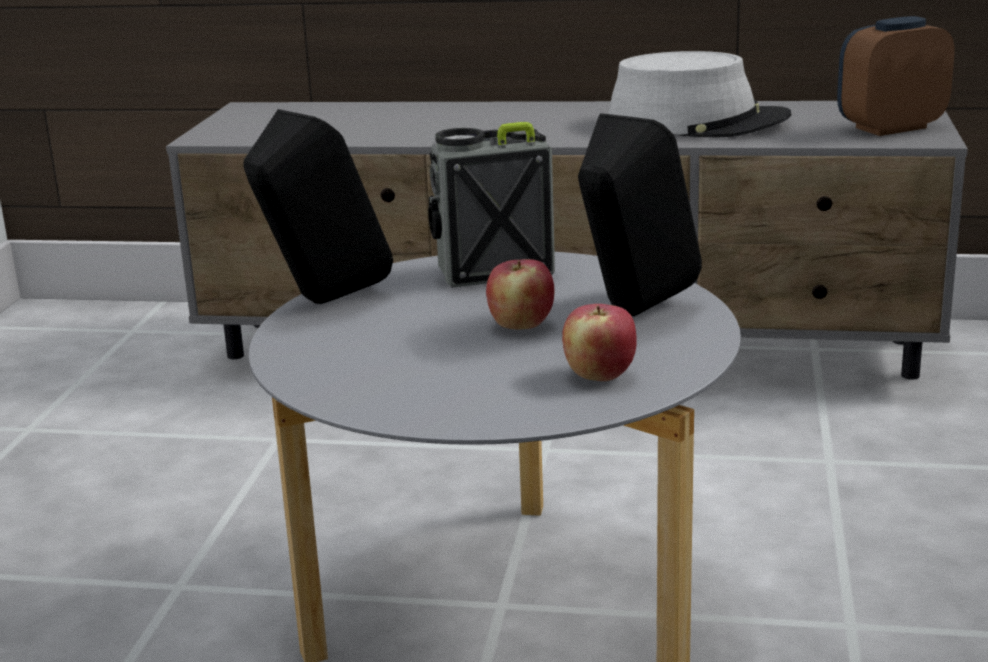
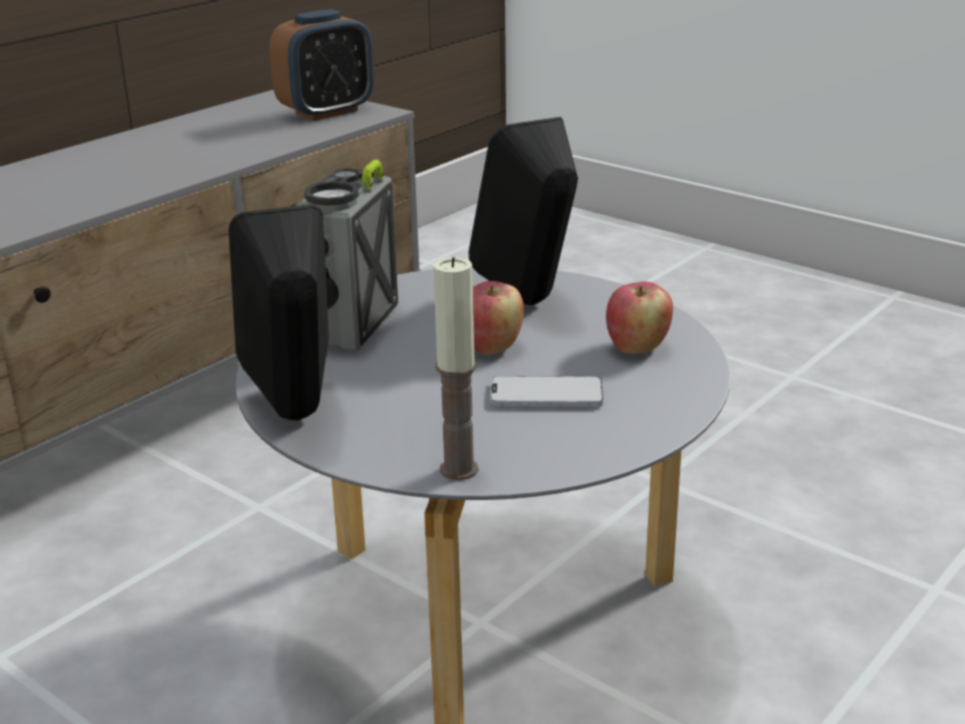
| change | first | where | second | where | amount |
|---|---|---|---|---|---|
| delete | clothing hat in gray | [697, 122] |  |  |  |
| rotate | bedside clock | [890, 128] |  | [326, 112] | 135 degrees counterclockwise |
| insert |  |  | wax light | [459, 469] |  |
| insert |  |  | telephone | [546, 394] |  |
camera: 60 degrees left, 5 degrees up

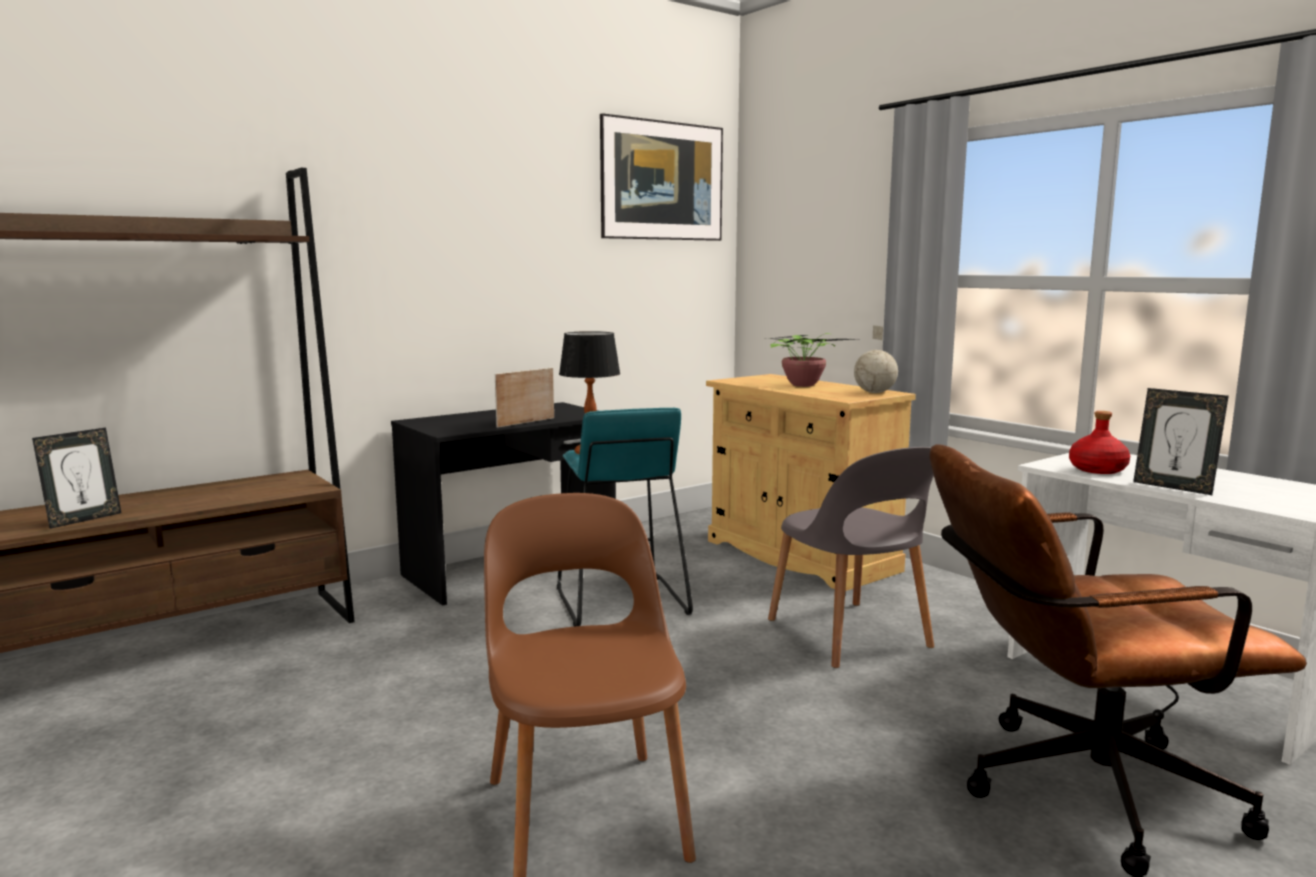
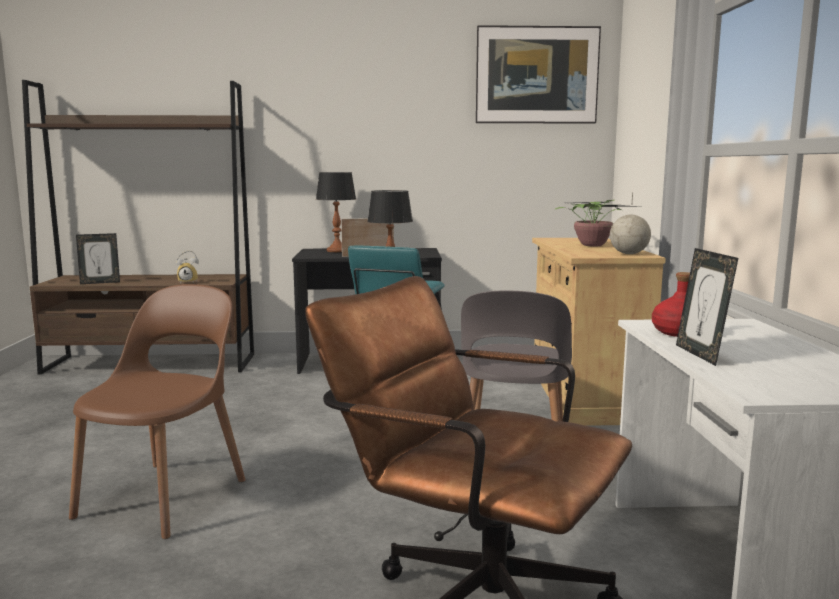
| change | first | where | second | where | amount |
|---|---|---|---|---|---|
| insert |  |  | bedside clock | [189, 282] |  |
| insert |  |  | table lamp | [337, 251] |  |
camera: 35 degrees right, 0 degrees up

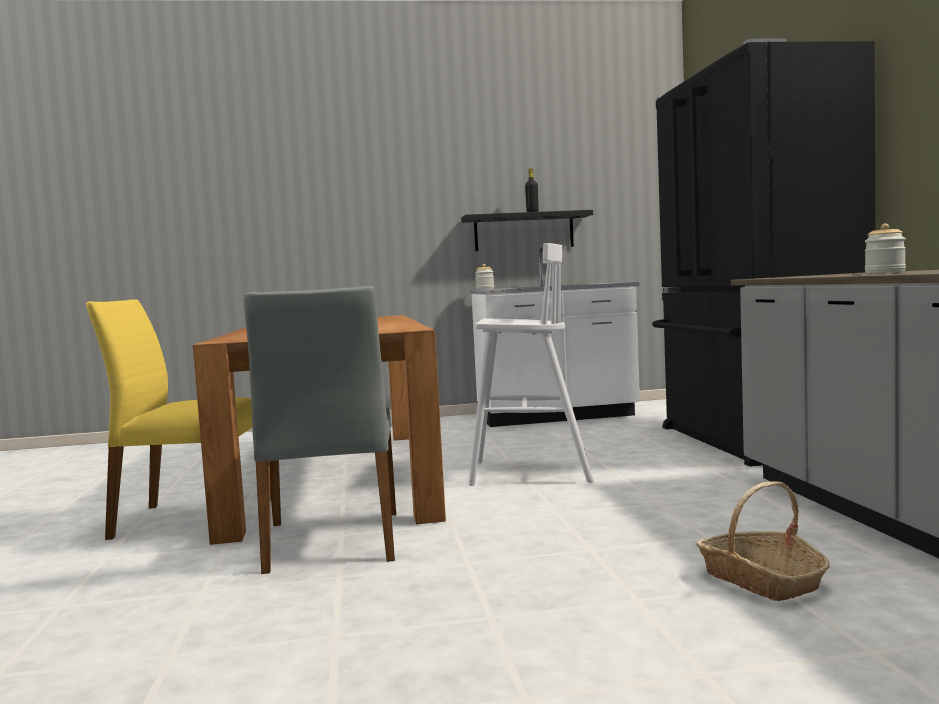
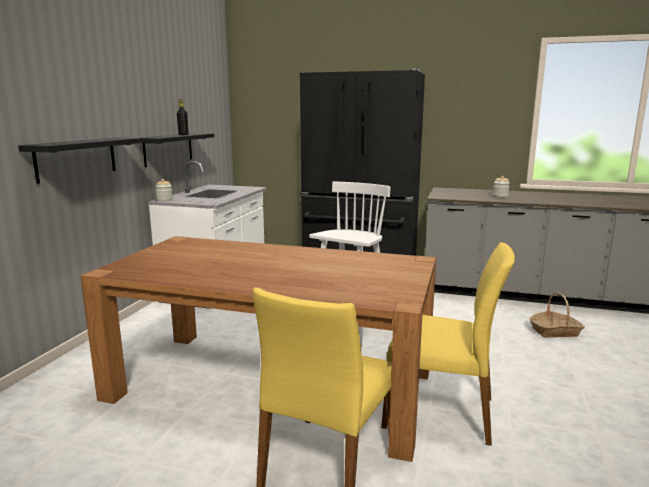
| change | first | where | second | where | amount |
|---|---|---|---|---|---|
| recolor | chair in gray | [332, 541] | chair in yellowish | [441, 411] |  |
| insert |  |  | shelf in black | [77, 158] |  |
camera: 65 degrees left, 10 degrees up

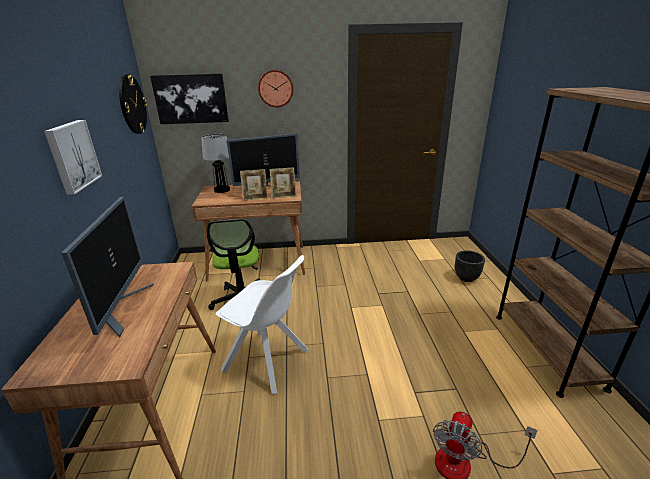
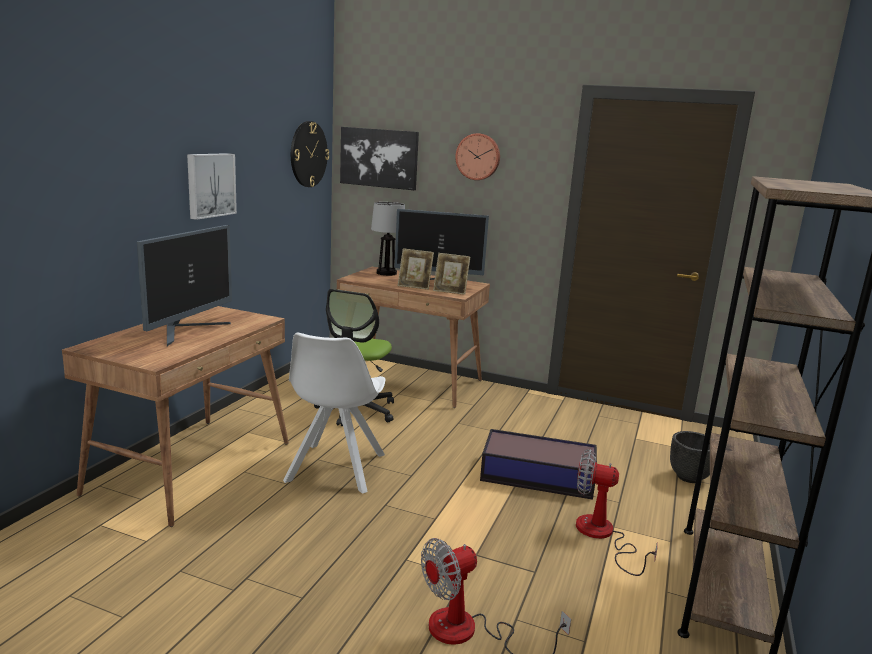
| change | first | where | second | where | amount |
|---|---|---|---|---|---|
| rotate | chair in white-coloured | [268, 361] |  | [335, 469] | 45 degrees clockwise |
| insert |  |  | storage box | [539, 476] |  |
| insert |  |  | electric fan | [602, 536] |  |
camera: 25 degrees right, 10 degrees down

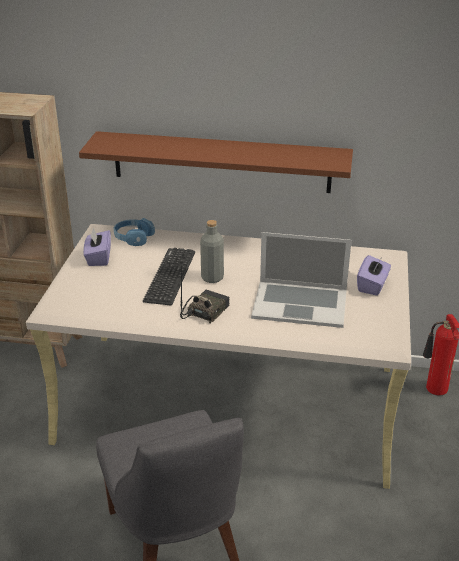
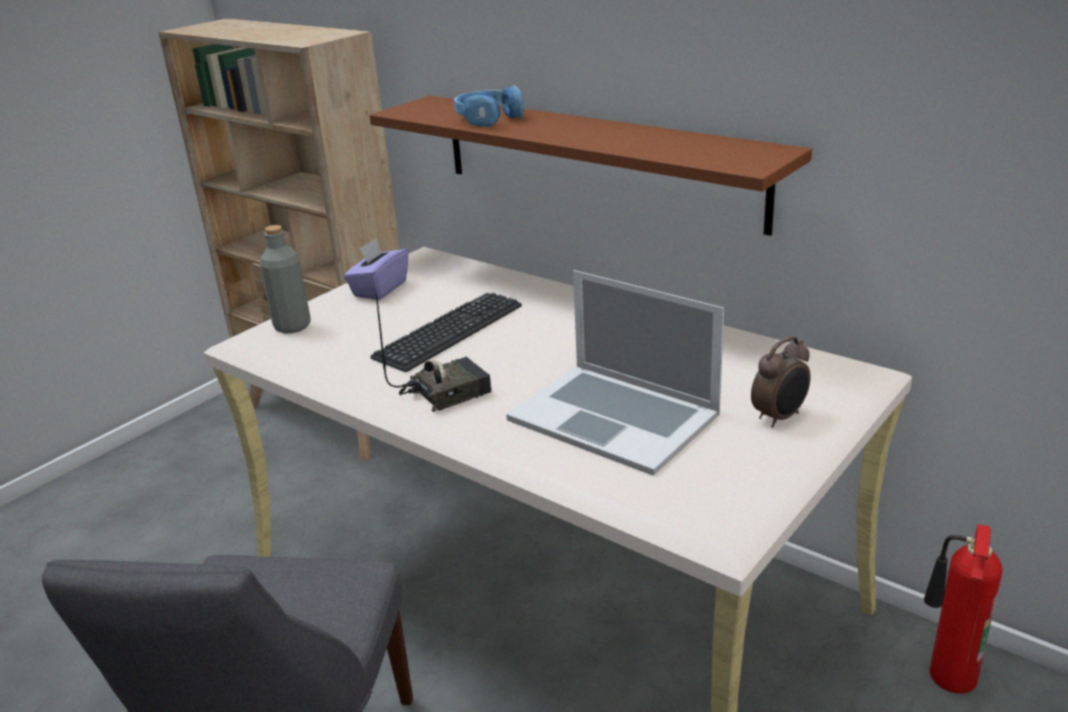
| change | first | where | second | where | amount |
|---|---|---|---|---|---|
| move | pair of headphones in bluish | [133, 237] |  | [488, 118] |  |
| move | bottle in gray | [212, 278] |  | [292, 326] |  |
| replace | tissue holder in purple | [372, 286] | bedside clock | [780, 417] |  |
camera: 30 degrees right, 5 degrees down

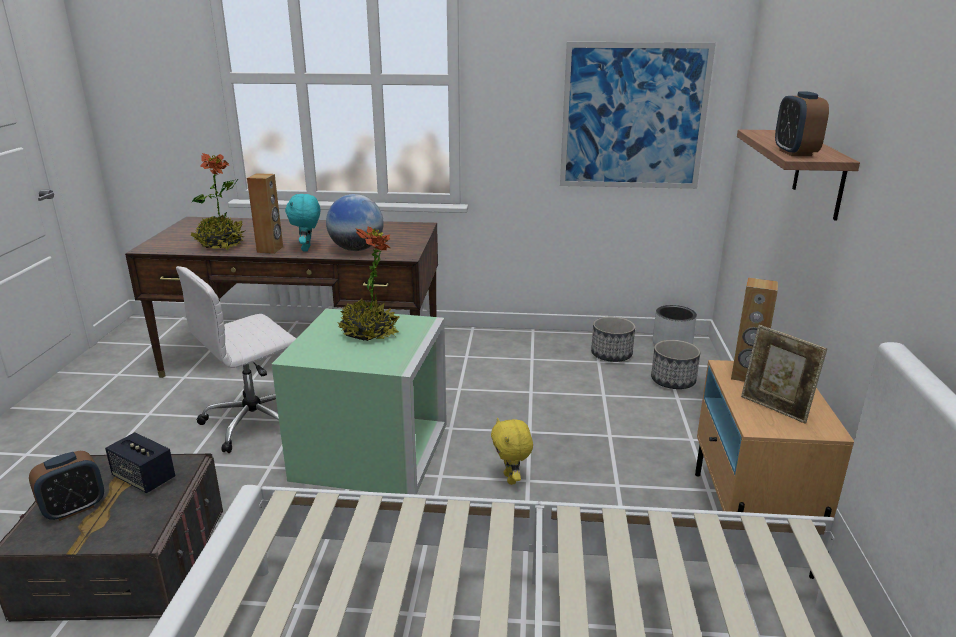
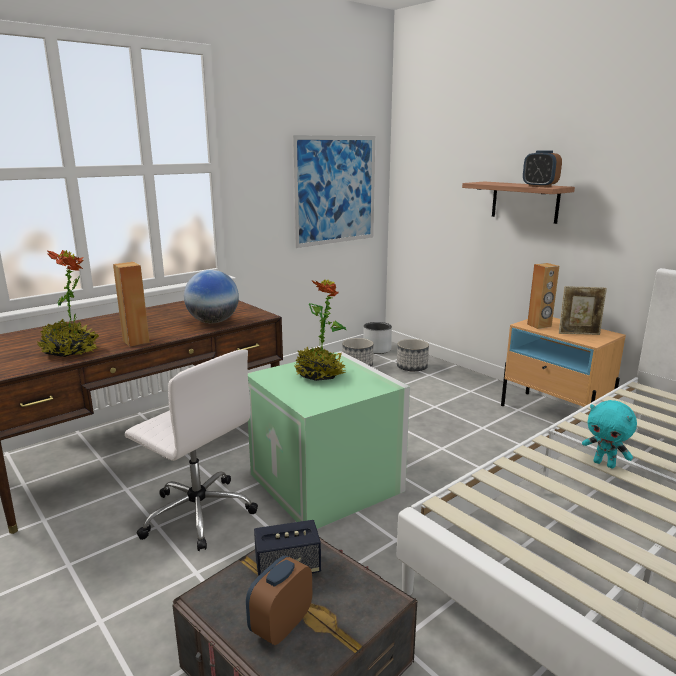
| change | first | where | second | where | amount |
|---|---|---|---|---|---|
| rotate | bedside clock | [74, 508] |  | [281, 625] | 150 degrees counterclockwise |
| rotate | office chair in white-coloured | [256, 422] |  | [197, 513] | 60 degrees counterclockwise |
| move | plush toy in turquoise-coloured | [307, 249] |  | [604, 464] |  |
| delete | plush toy in yellowish | [511, 479] |  |  |  |
camera: 45 degrees left, 5 degrees down

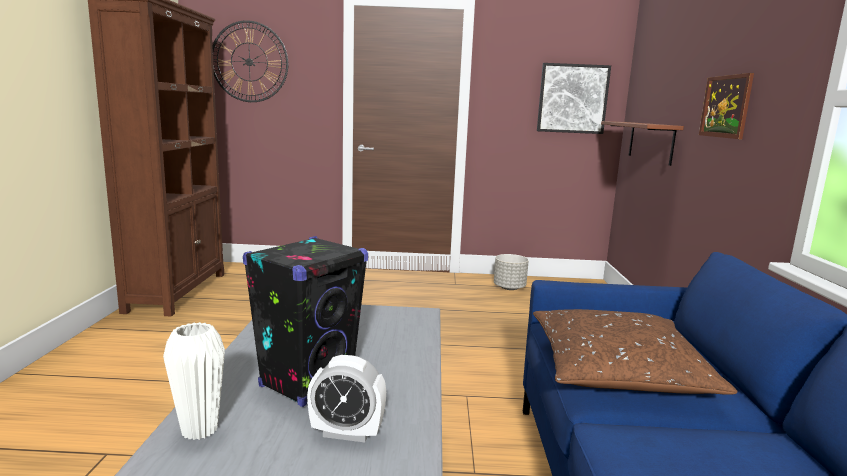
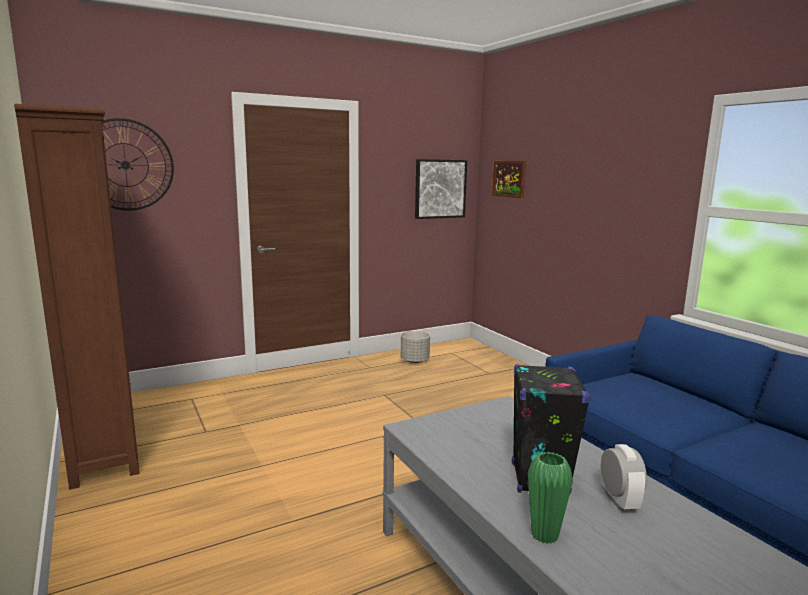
| change | first | where | second | where | amount |
|---|---|---|---|---|---|
| recolor | vase in white-coloured | [199, 430] | vase in green | [544, 535] |  |
| rotate | bedside clock | [347, 433] |  | [619, 501] | 75 degrees counterclockwise |
| delete | pillow in brownish | [618, 369] |  |  |  |
| delete | shelf in brownish | [650, 142] |  |  |  |
| move | wall art | [725, 106] |  | [508, 179] |  |
camera: 30 degrees left, 0 degrees up

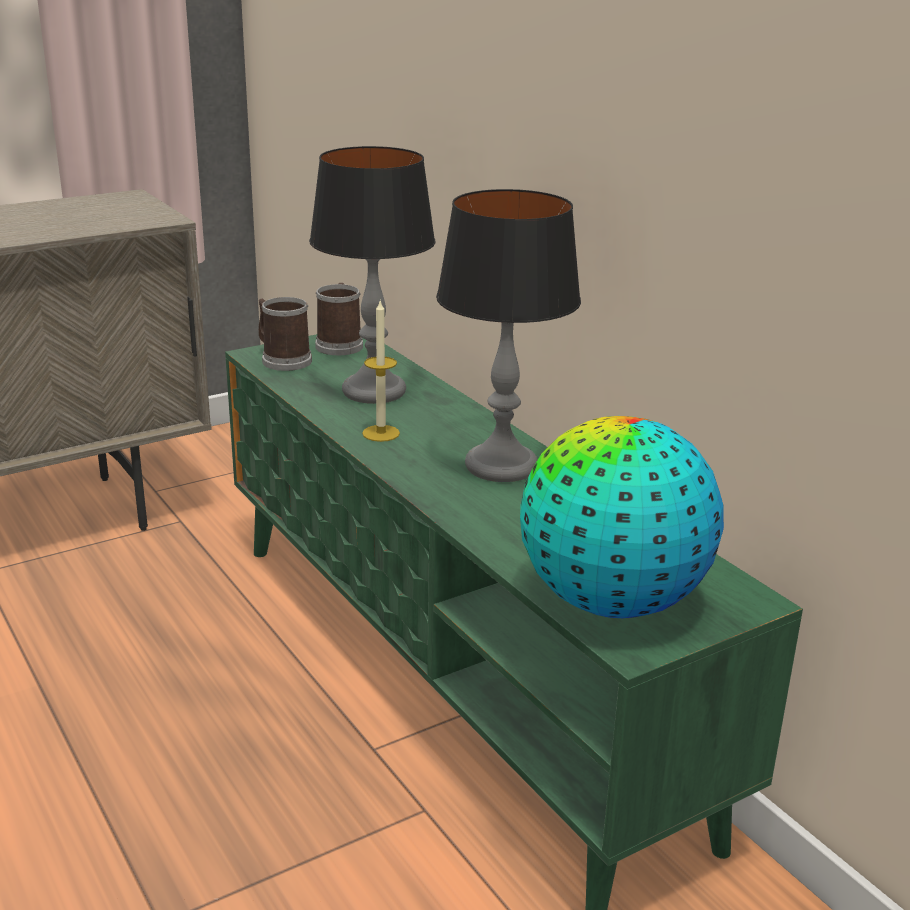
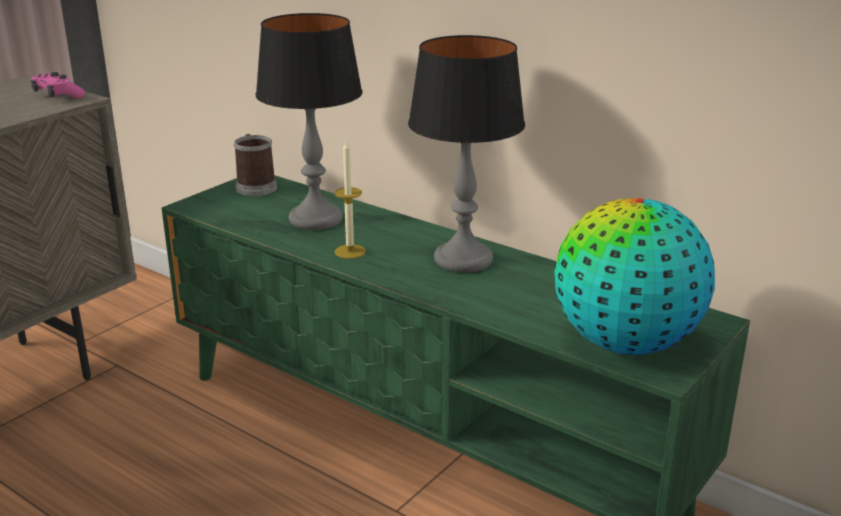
| change | first | where | second | where | amount |
|---|---|---|---|---|---|
| delete | tea mug | [282, 360] |  |  |  |
| insert |  |  | joypad in pinkish | [58, 95] |  |
camera: 20 degrees left, 0 degrees up

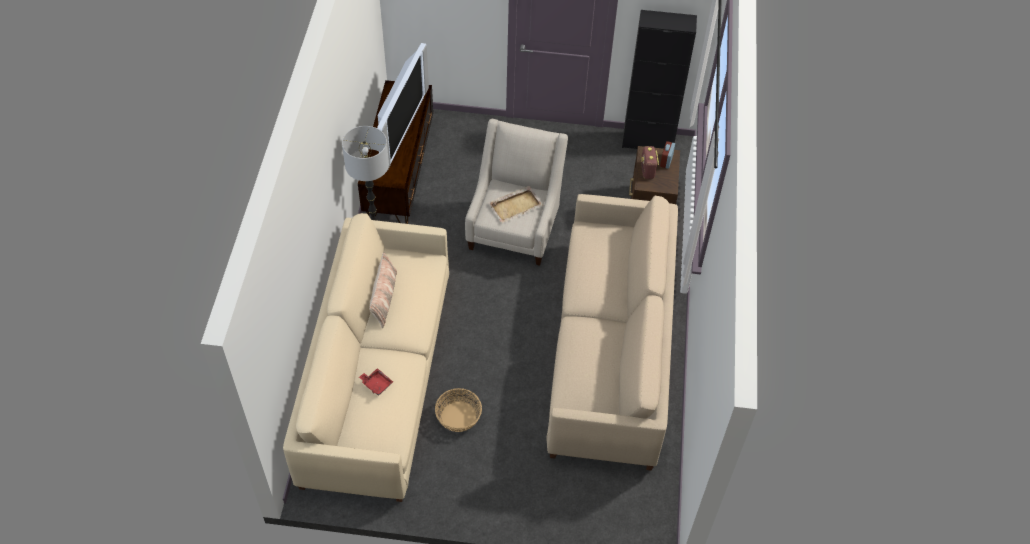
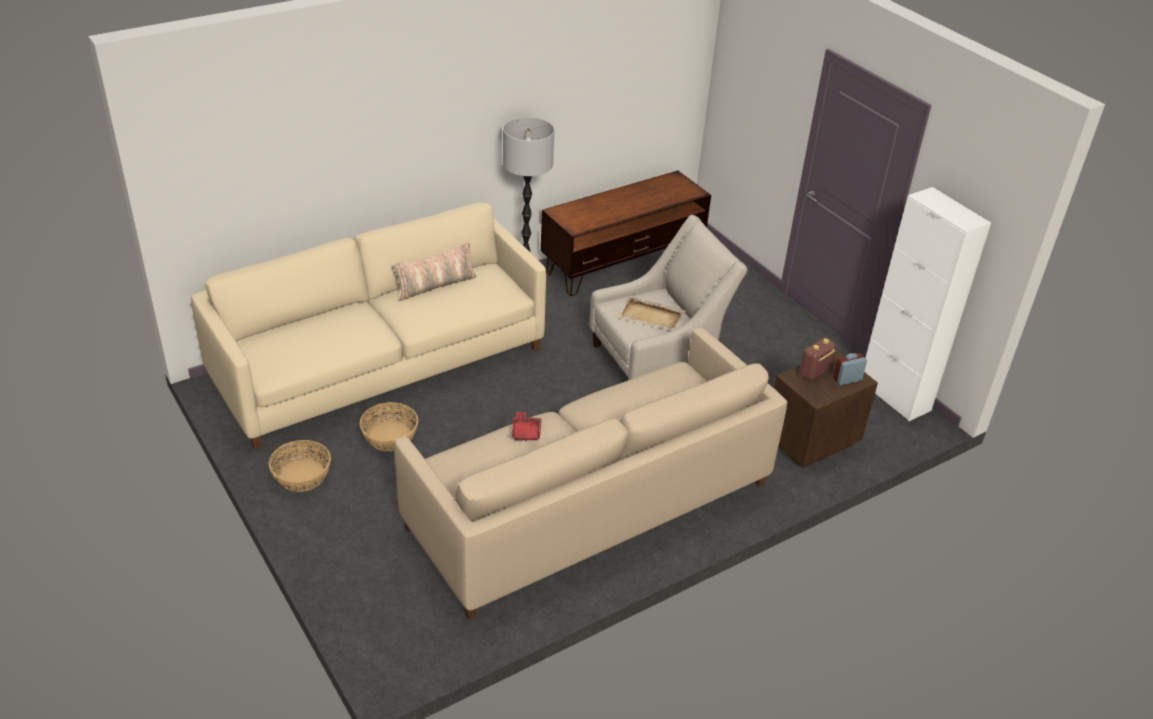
| change | first | where | second | where | amount |
|---|---|---|---|---|---|
| move | serving tray in red | [376, 384] |  | [526, 432] |  |
| delete | TV | [401, 128] |  |  |  |
| recolor | cupboard in black | [647, 142] | cupboard in white-coloured | [894, 396] |  |
| insert |  |  | storage basket | [302, 475] |  |
camera: 50 degrees right, 15 degrees down

